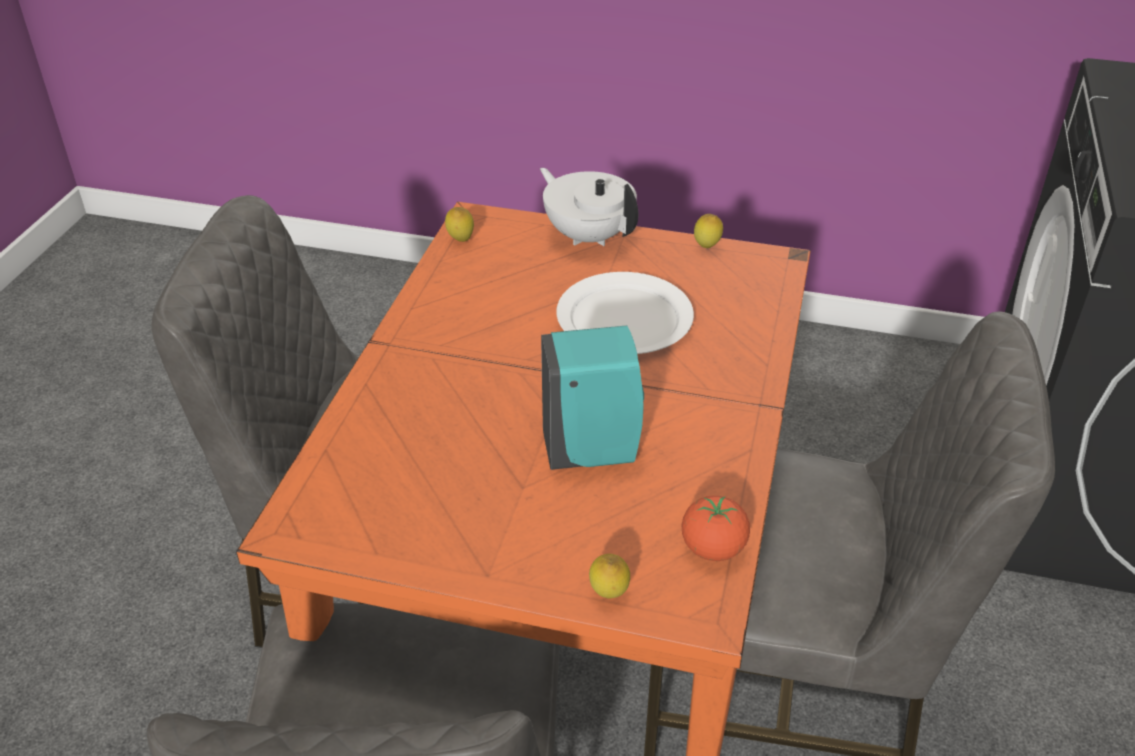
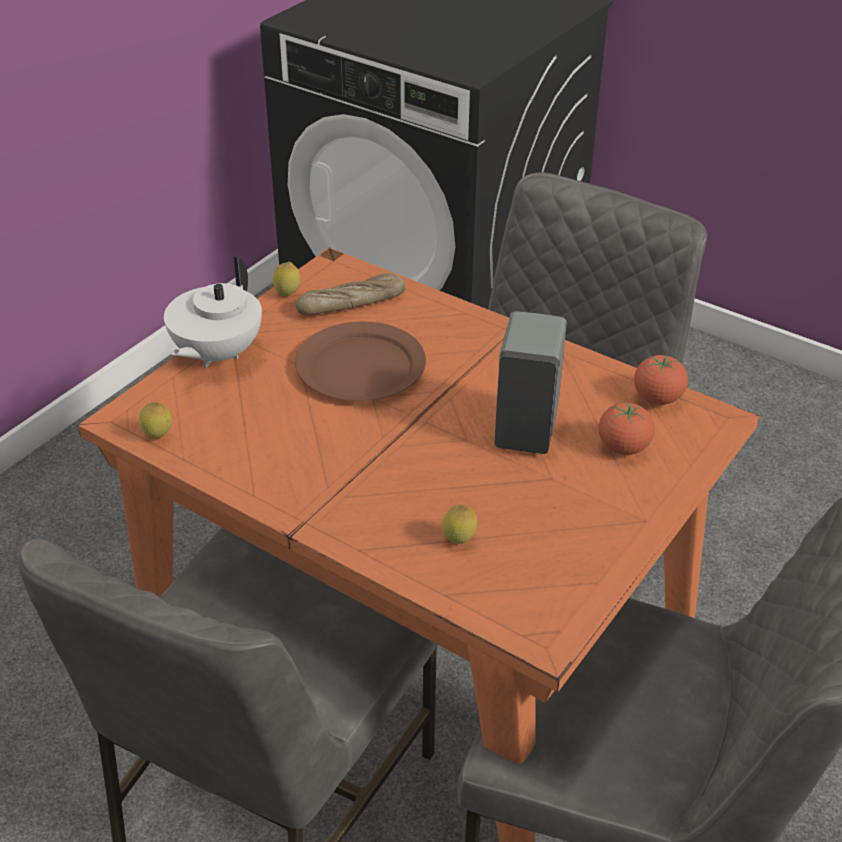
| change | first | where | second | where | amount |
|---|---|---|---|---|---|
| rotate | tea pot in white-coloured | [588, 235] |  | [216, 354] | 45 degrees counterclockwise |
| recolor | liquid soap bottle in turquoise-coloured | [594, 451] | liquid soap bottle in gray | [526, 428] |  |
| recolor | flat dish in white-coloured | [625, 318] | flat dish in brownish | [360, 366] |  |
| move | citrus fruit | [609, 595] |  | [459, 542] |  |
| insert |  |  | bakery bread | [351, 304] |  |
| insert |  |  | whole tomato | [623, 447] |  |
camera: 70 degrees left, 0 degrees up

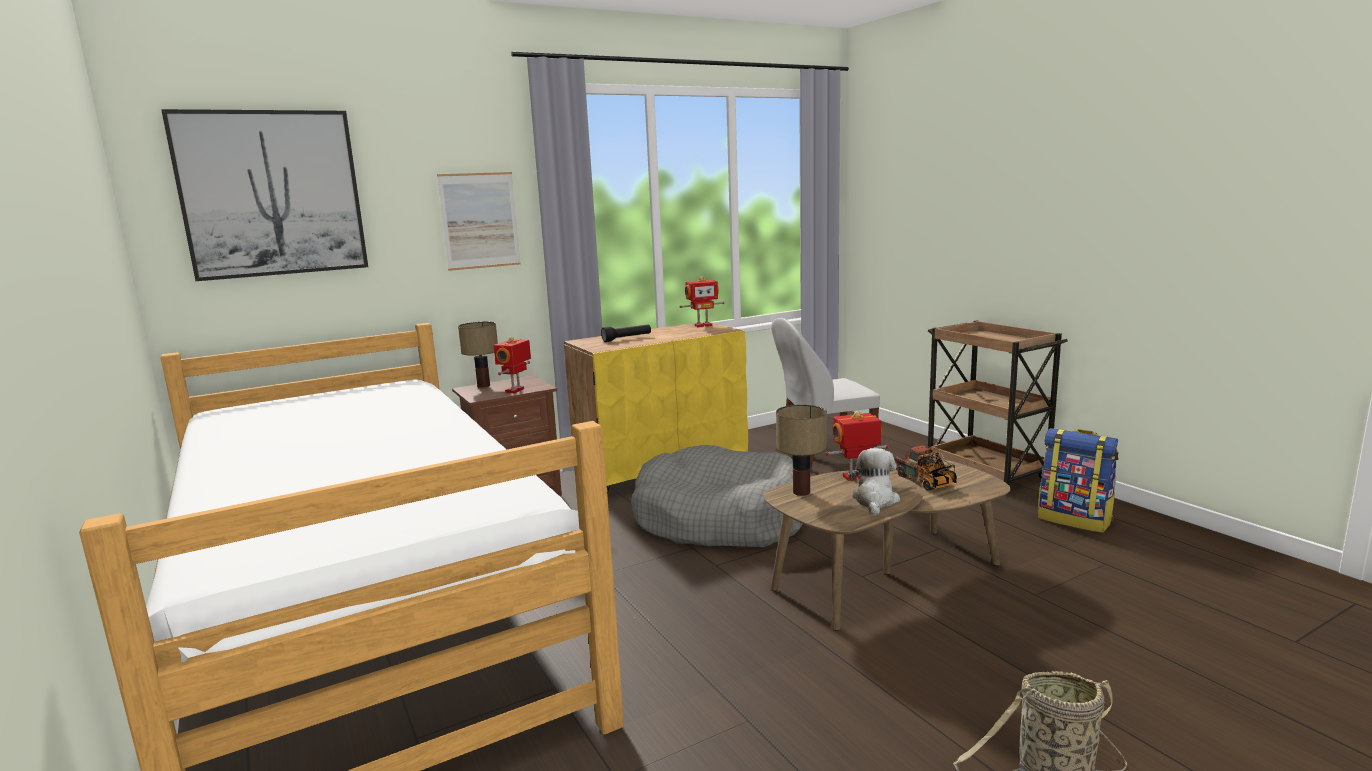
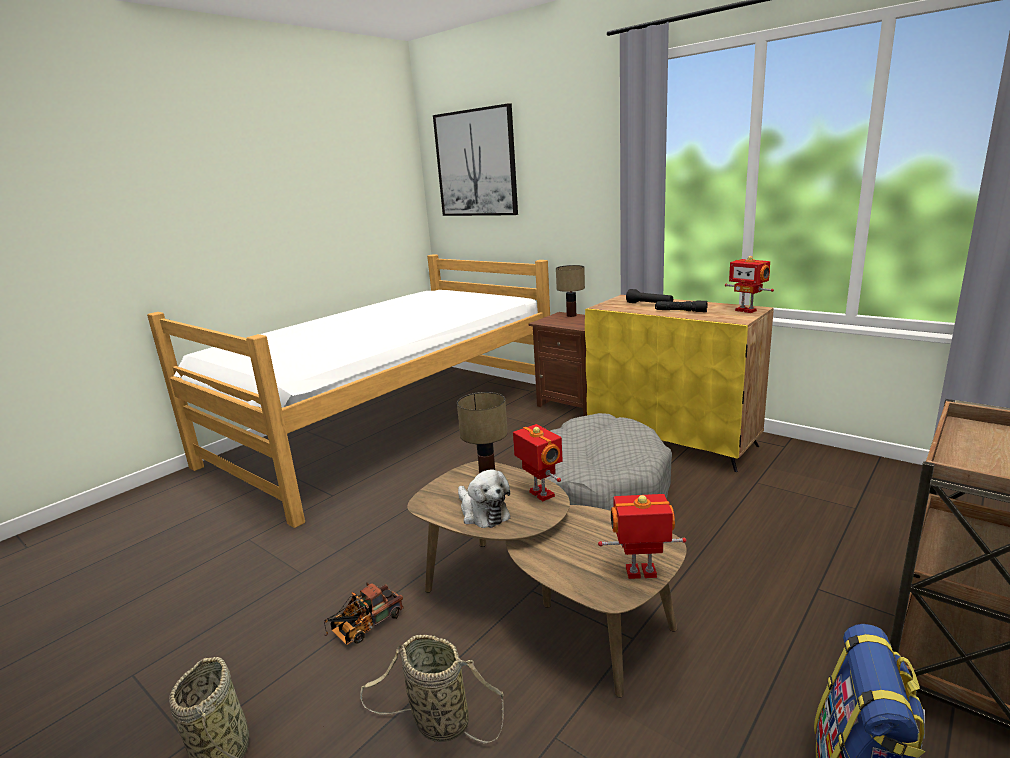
| change | first | where | second | where | amount |
|---|---|---|---|---|---|
| delete | wall art | [480, 220] |  |  |  |
| move | toy robot | [516, 390] |  | [641, 573] |  |
| delete | chair in white-coloured | [823, 455] |  |  |  |
| rotate | plush toy | [875, 500] |  | [483, 513] | 60 degrees clockwise |
| move | model truck | [927, 483] |  | [364, 626] |  |
| insert |  |  | storage basket | [437, 722] |  |
| insert |  |  | flashlight in black | [680, 311] |  |
camera: 70 degrees right, 5 degrees up

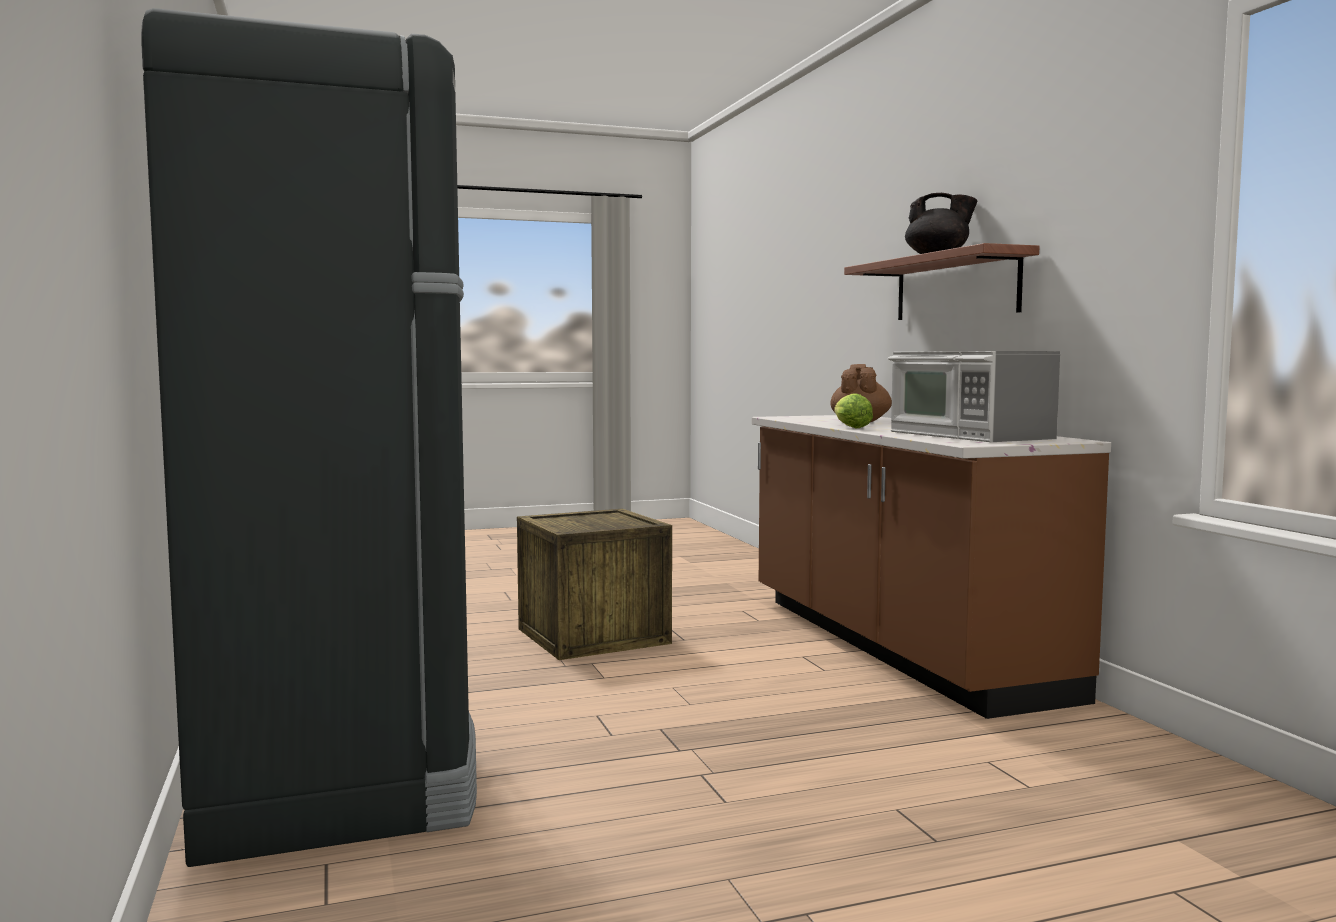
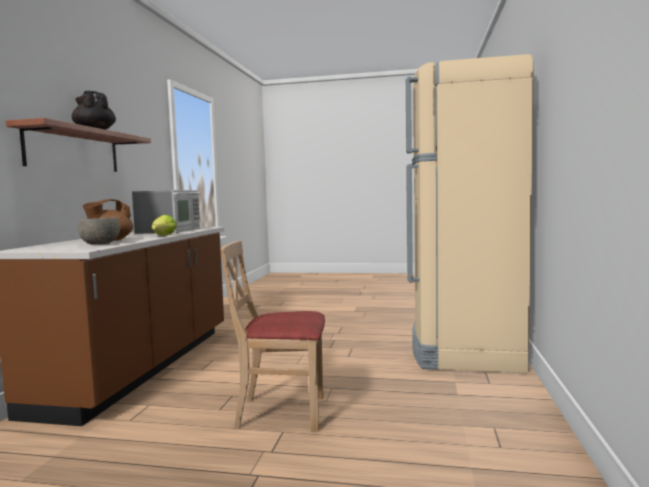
| change | first | where | second | where | amount |
|---|---|---|---|---|---|
| recolor | refrigerator in black | [340, 776] | refrigerator in beige-coloured | [464, 350] |  |
| replace | packing crate | [593, 636] | chair in beige-coloured | [281, 413] |  |
| insert |  |  | bowl in gray | [100, 244] |  |
camera: 150 degrees left, 0 degrees up

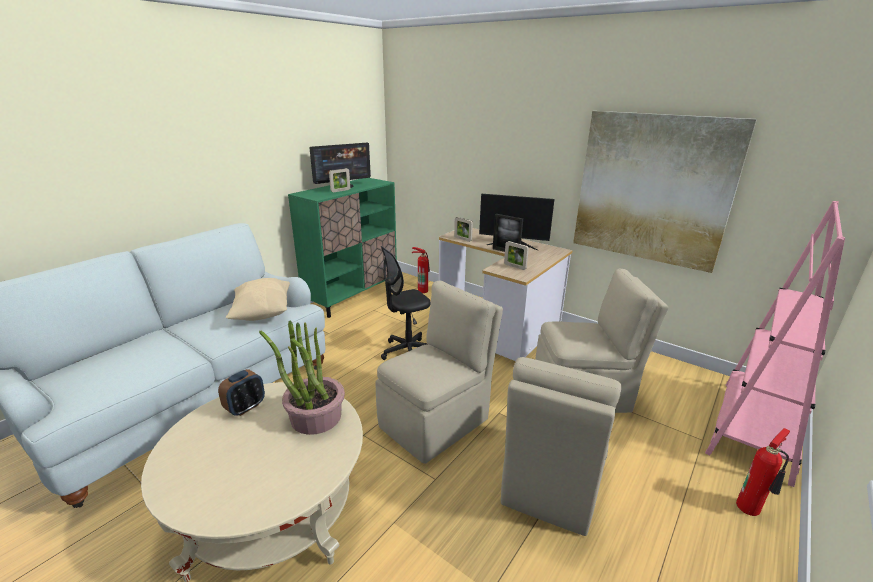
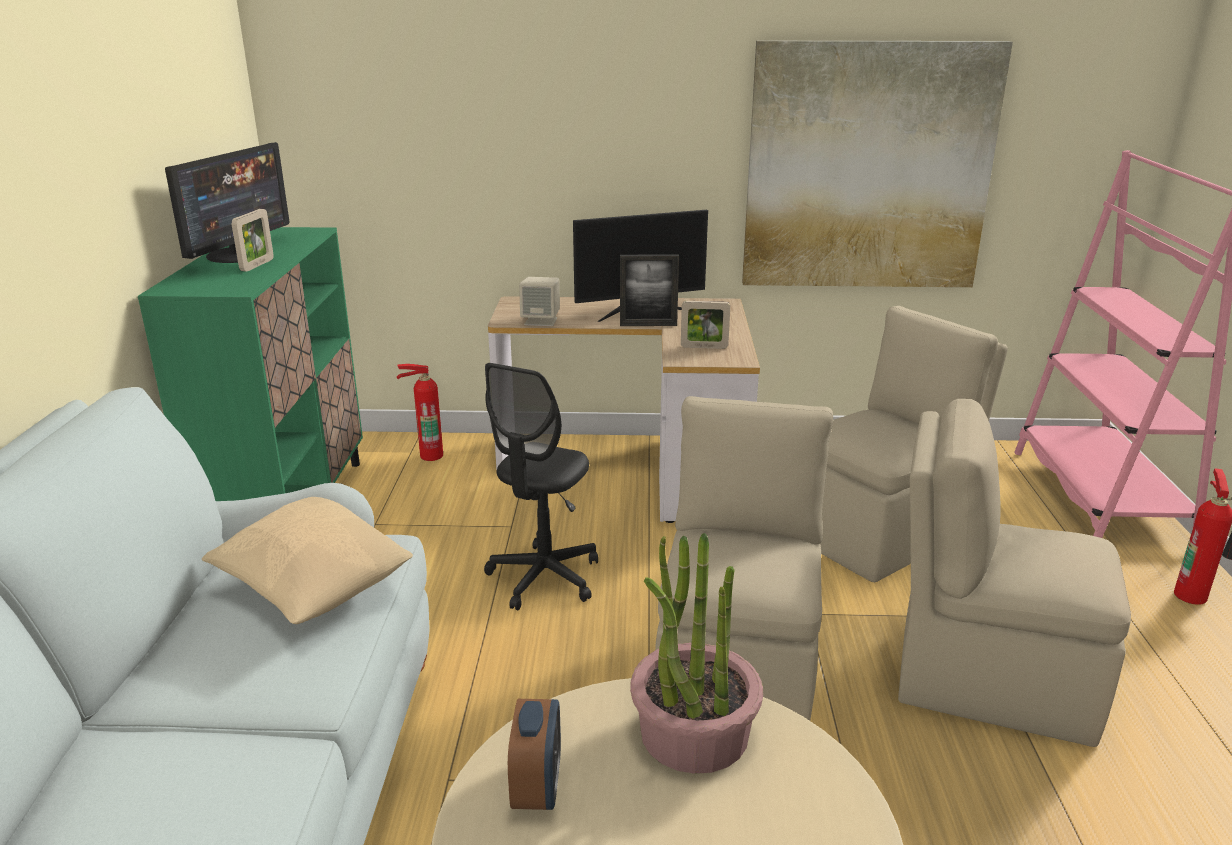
| change | first | where | second | where | amount |
|---|---|---|---|---|---|
| replace | standing frame | [462, 239] | audio speaker in beige-coloured | [541, 321] |  |
| rotate | chair in beige-coloured | [552, 482] |  | [987, 678] | 120 degrees clockwise |
camera: 35 degrees left, 0 degrees up

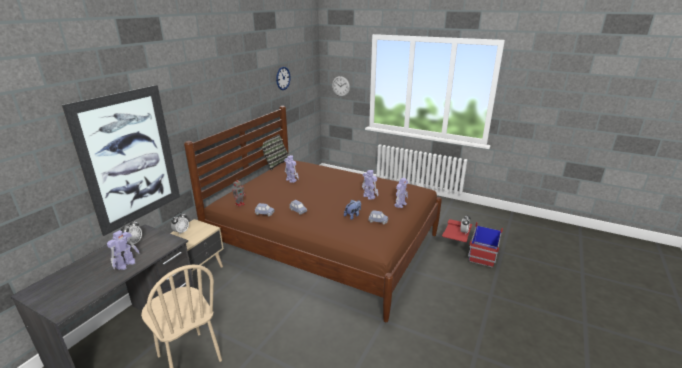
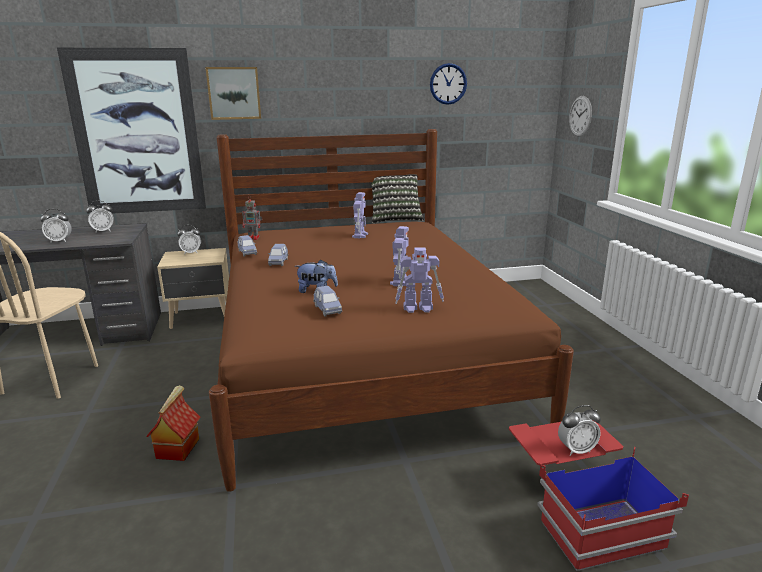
| change | first | where | second | where | amount |
|---|---|---|---|---|---|
| replace | toy robot | [126, 264] | bedside clock | [59, 241] |  |
| insert |  |  | model house | [177, 448] |  |
| insert |  |  | wall art | [234, 93] |  |
camera: 50 degrees right, 5 degrees down

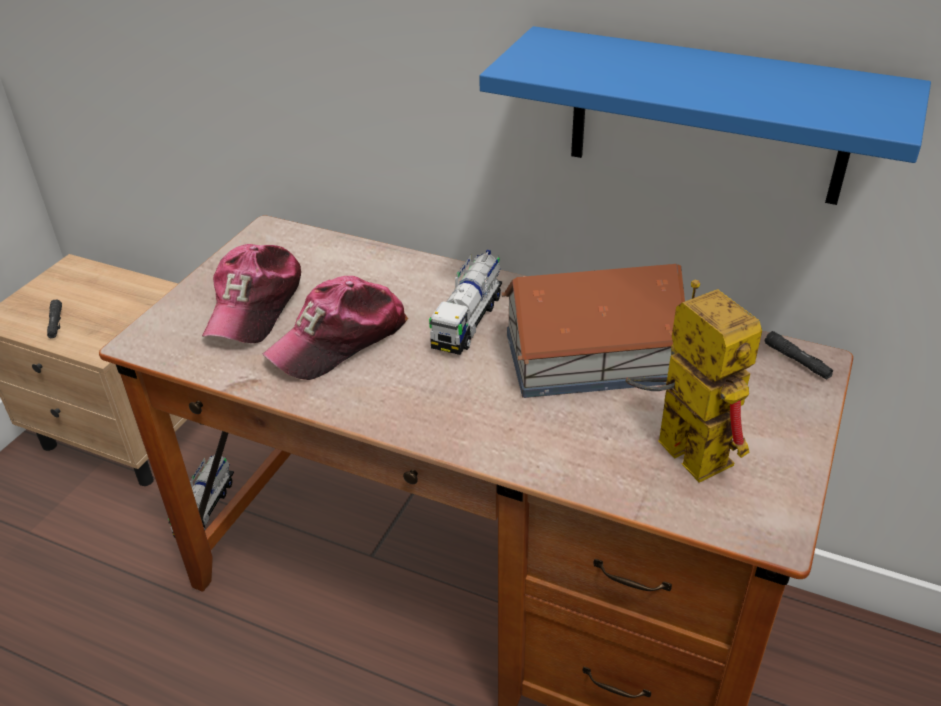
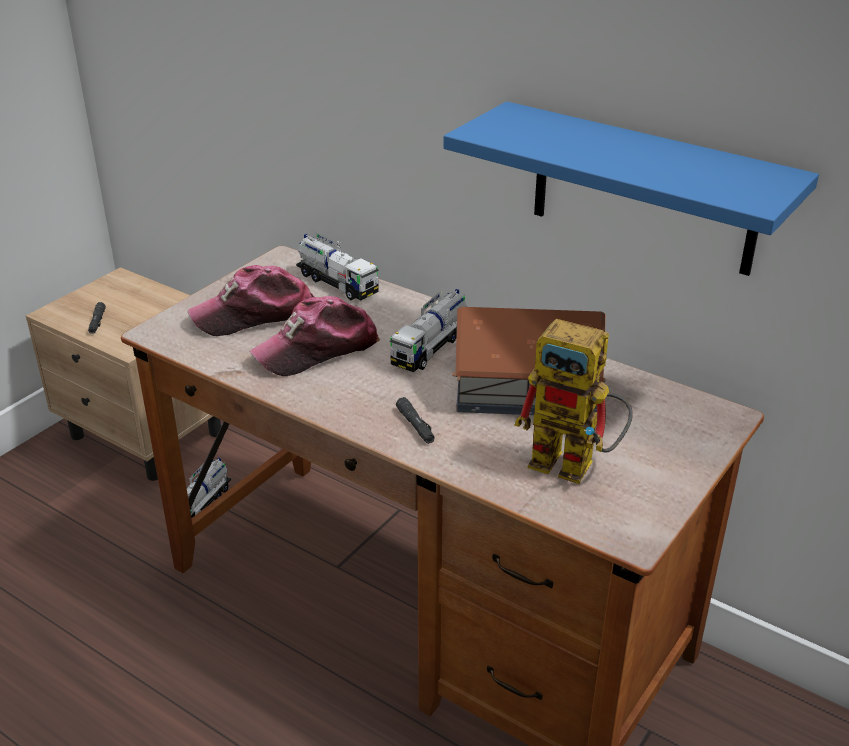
| change | first | where | second | where | amount |
|---|---|---|---|---|---|
| rotate | cap | [255, 305] |  | [255, 315] | 45 degrees clockwise |
| rotate | toy robot | [678, 446] |  | [576, 464] | 135 degrees clockwise |
| move | flashlight in black | [797, 361] |  | [416, 426] |  |
| insert |  |  | model truck | [337, 283] |  |
camera: 10 degrees right, 5 degrees down

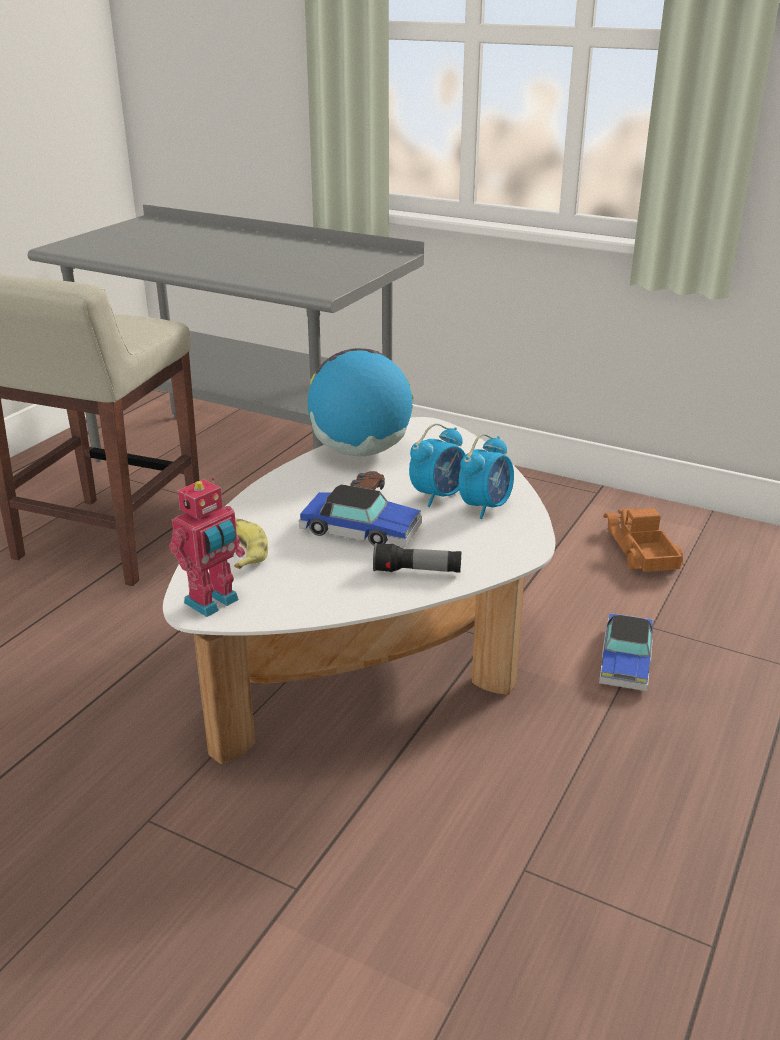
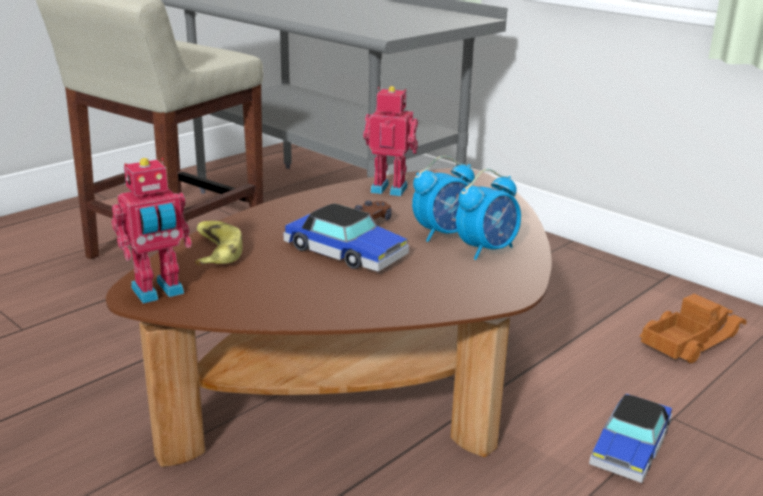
| change | first | where | second | where | amount |
|---|---|---|---|---|---|
| recolor | lounge table in white-coloured | [376, 650] | lounge table in brownish | [366, 389] |  |
| replace | globe | [361, 451] | toy robot | [389, 188] |  |
| delete | flashlight | [417, 571] |  |  |  |
| rotate | model truck | [639, 550] |  | [688, 340] | 45 degrees clockwise |
camera: 15 degrees right, 5 degrees down

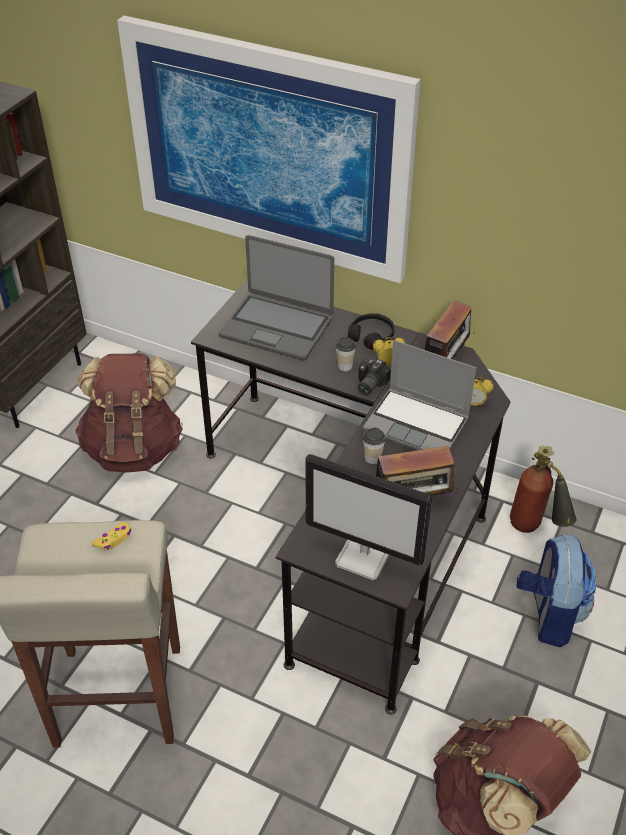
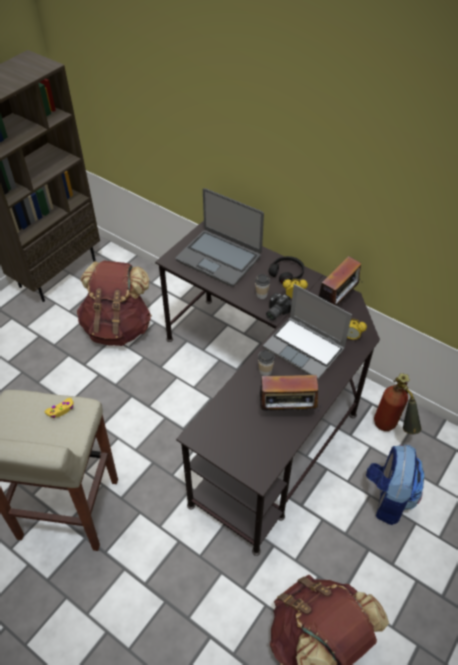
| change | first | where | second | where | amount |
|---|---|---|---|---|---|
| delete | wall art | [268, 149] |  |  |  |
| delete | computer screen | [364, 557] |  |  |  |
camera: 10 degrees right, 5 degrees up

